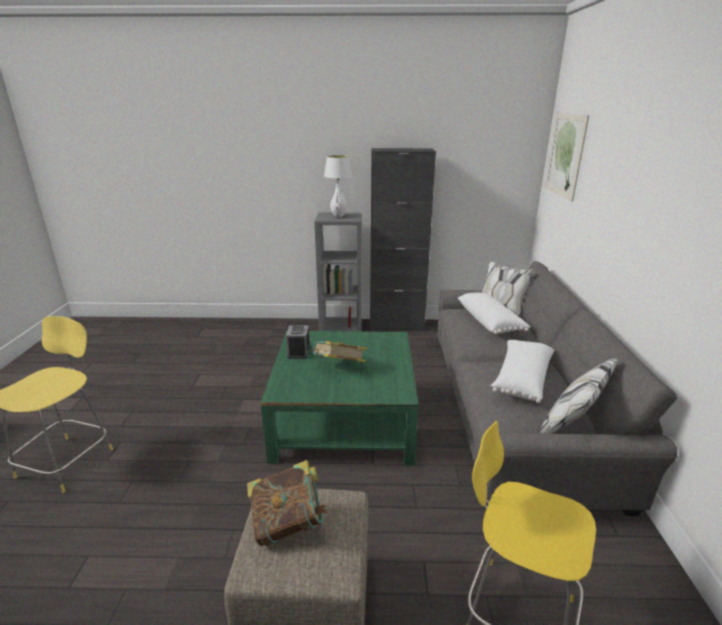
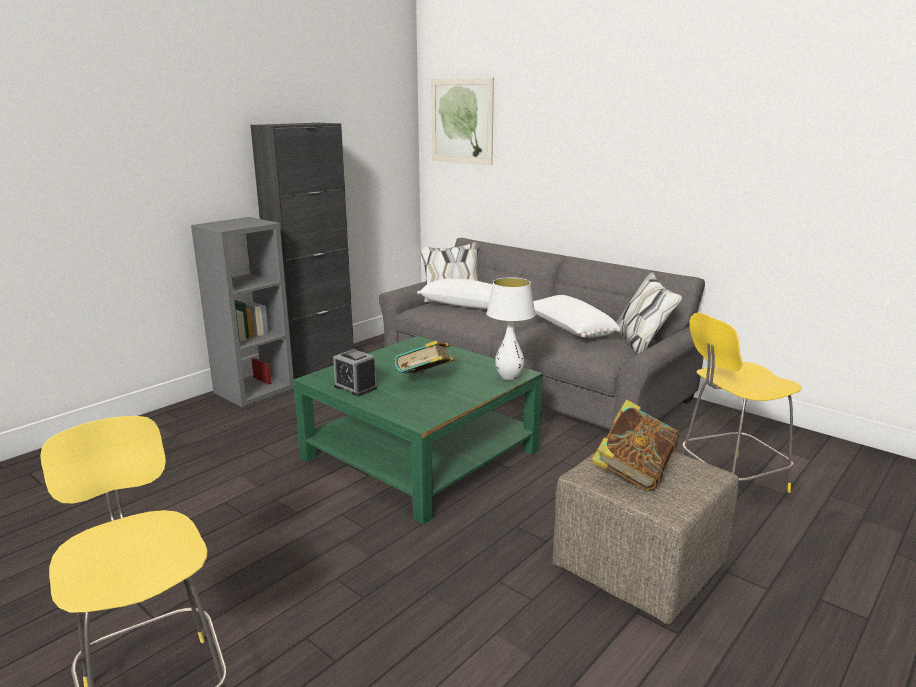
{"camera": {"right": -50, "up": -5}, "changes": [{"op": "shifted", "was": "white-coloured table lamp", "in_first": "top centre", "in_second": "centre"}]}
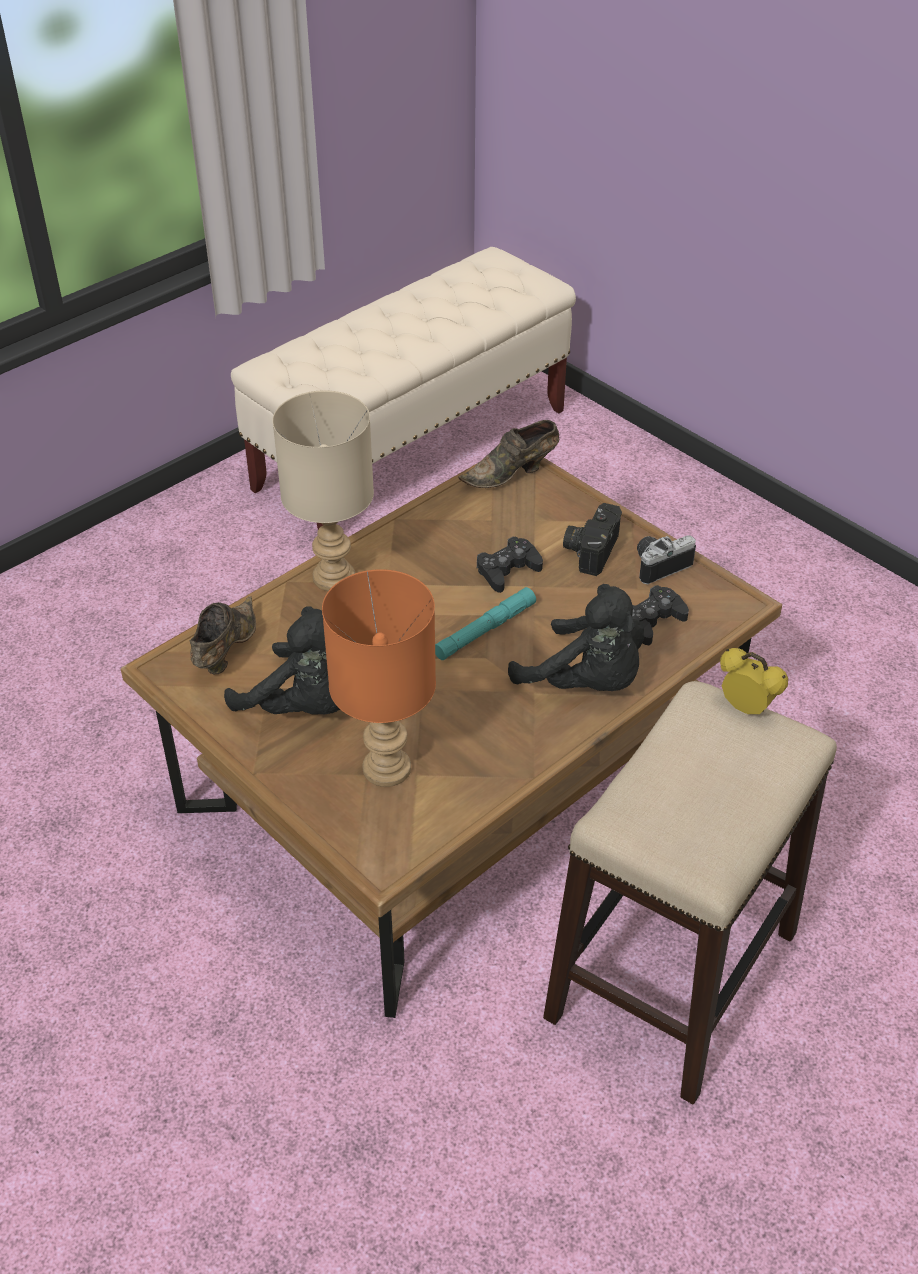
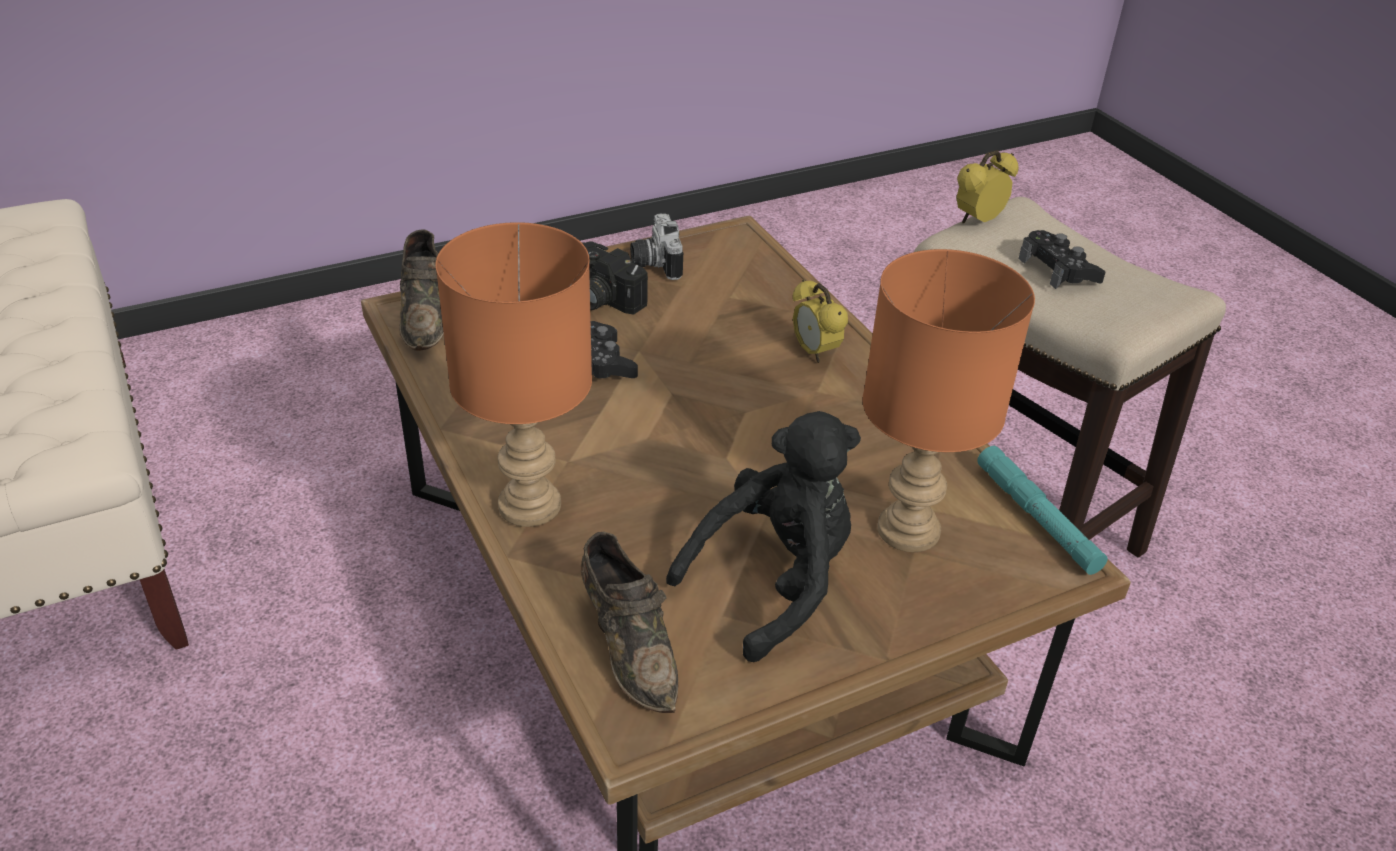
{"camera": {"right": -75, "up": -5}, "changes": [{"op": "rotated", "was": "brown-coloured low shoe (no. 1 from left in the first image)", "in_first": "middle left", "in_second": "bottom centre", "clockwise": -150}, {"op": "repainted", "was": "beige table lamp", "now": "orange-coloured table lamp (no. 1 from left)", "in_first": "centre", "in_second": "centre"}, {"op": "shifted", "was": "turquoise-coloured torch", "in_first": "centre", "in_second": "middle right"}, {"op": "swapped", "was": "black-coloured cuddly toy (no. 2 from left)", "now": "table clock (no. 1 from left)", "in_first": "centre", "in_second": "centre"}, {"op": "shifted", "was": "black-coloured joypad (no. 2 from left)", "in_first": "middle right", "in_second": "top right"}]}
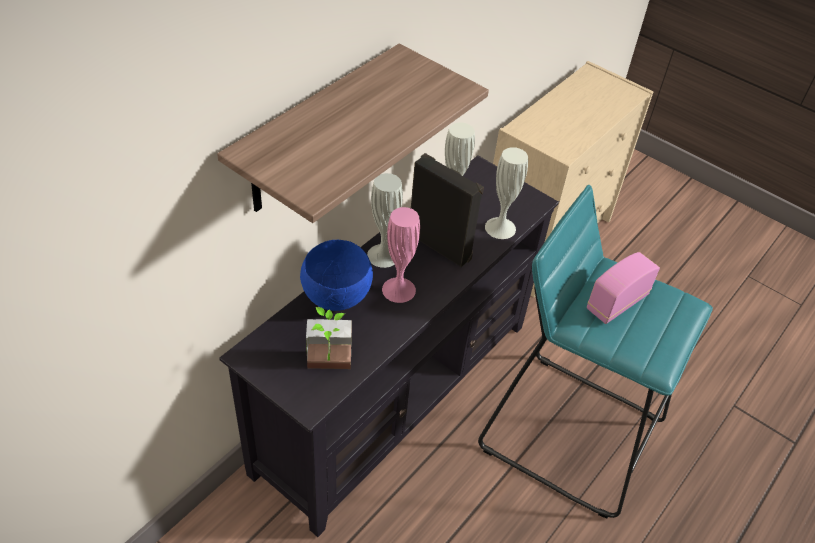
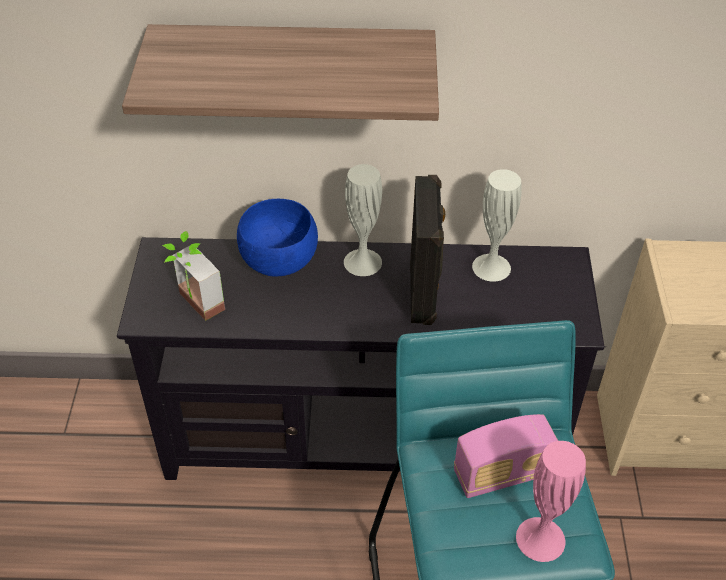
{"camera": {"right": 55, "up": 0}, "changes": [{"op": "shifted", "was": "pinkish vase", "in_first": "centre", "in_second": "bottom right"}, {"op": "gone", "was": "white-coloured vase (no. 3 from left)", "in_first": "centre"}, {"op": "rotated", "was": "radio receiver", "in_first": "middle right", "in_second": "bottom right", "clockwise": 150}]}
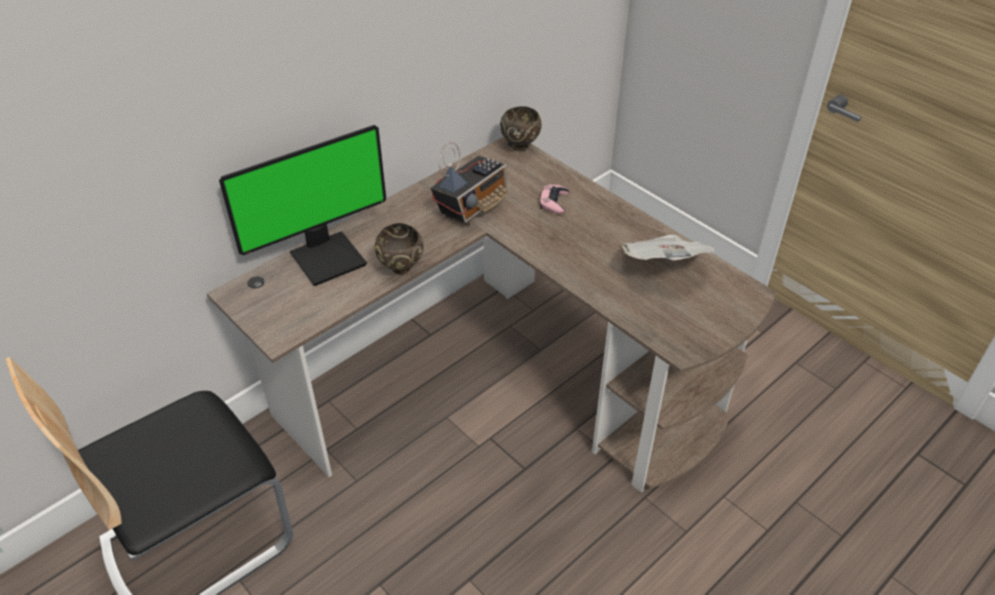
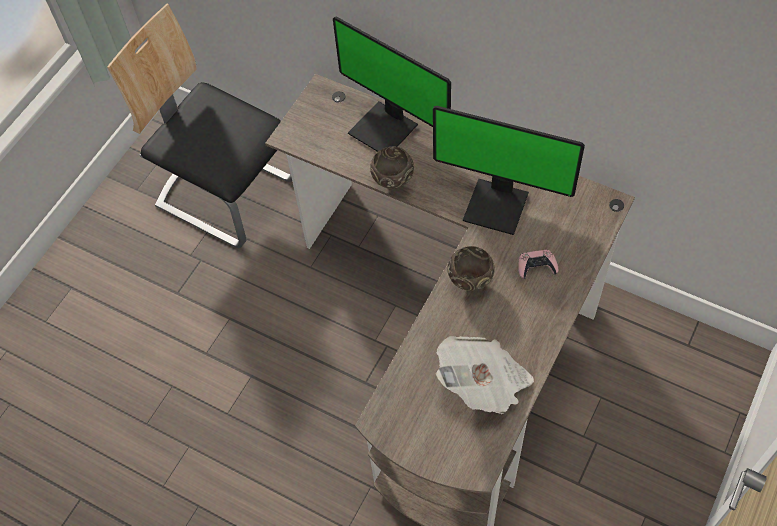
{"camera": {"right": 75, "up": 15}, "changes": [{"op": "swapped", "was": "radio receiver", "now": "monitor (no. 2 from left)", "in_first": "top centre", "in_second": "top centre"}, {"op": "shifted", "was": "brown-coloured deep dish (no. 2 from left)", "in_first": "top centre", "in_second": "centre"}]}
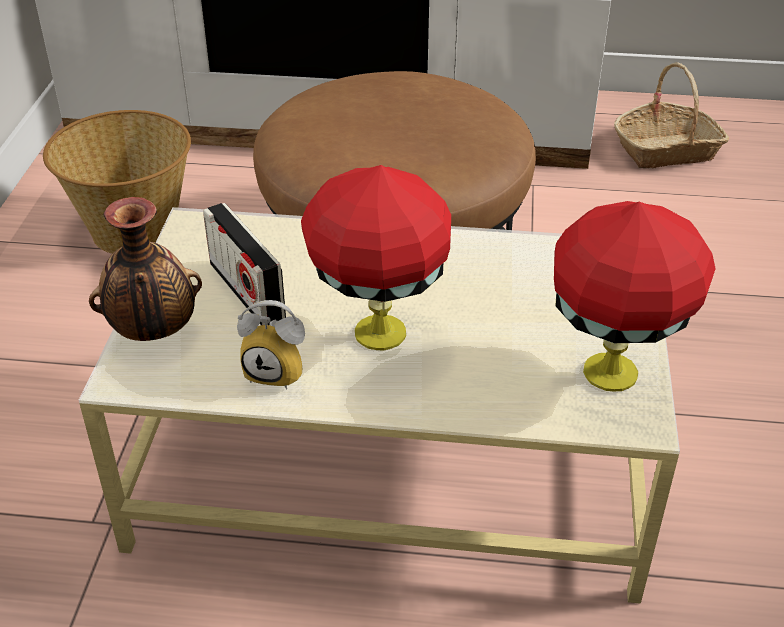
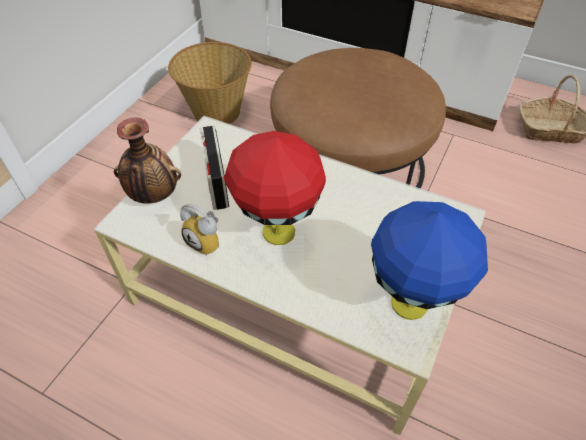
{"camera": {"right": 20, "up": 10}, "changes": [{"op": "repainted", "was": "red-coloured table lamp (no. 2 from left)", "now": "blue table lamp", "in_first": "middle right", "in_second": "middle right"}]}
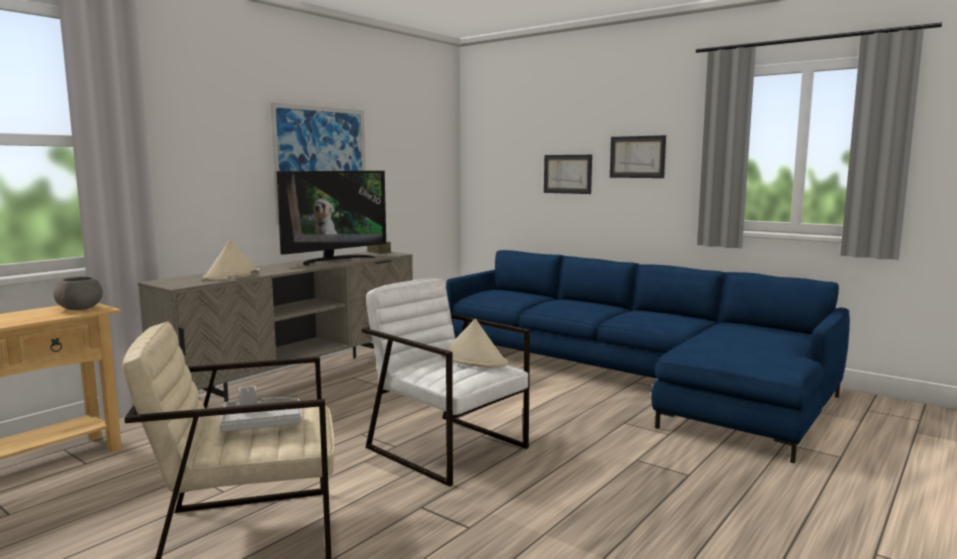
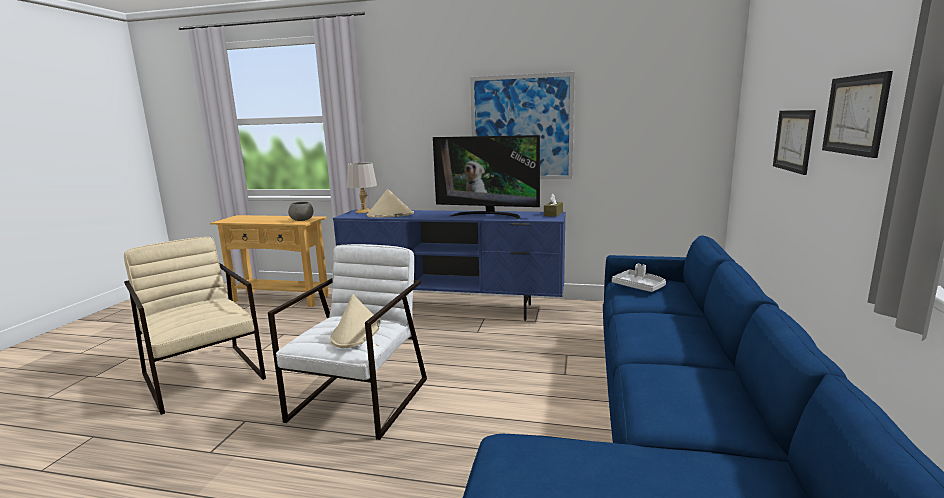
{"camera": {"right": 65, "up": 5}, "changes": [{"op": "repainted", "was": "beige tv unit", "now": "blue tv unit", "in_first": "middle left", "in_second": "centre"}, {"op": "shifted", "was": "gray carrying tray", "in_first": "bottom left", "in_second": "middle right"}, {"op": "new", "now": "gray table lamp", "in_second": "centre"}]}
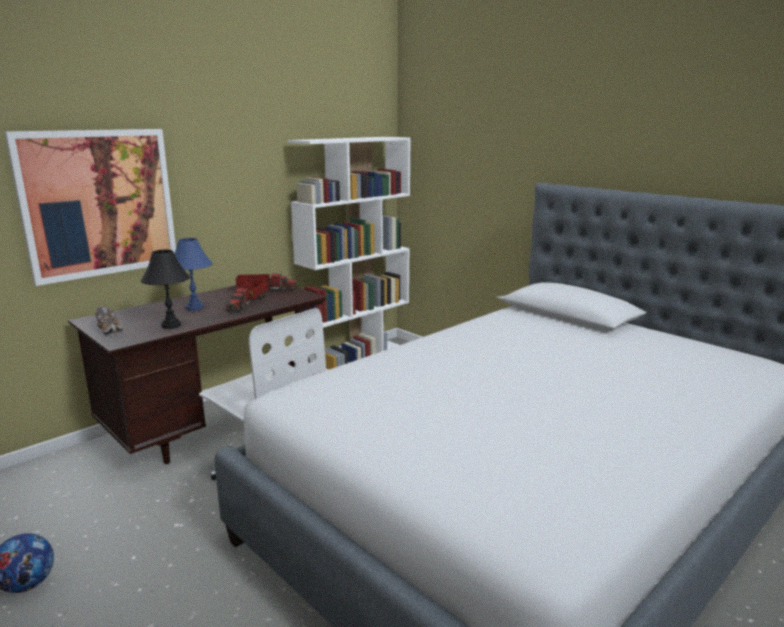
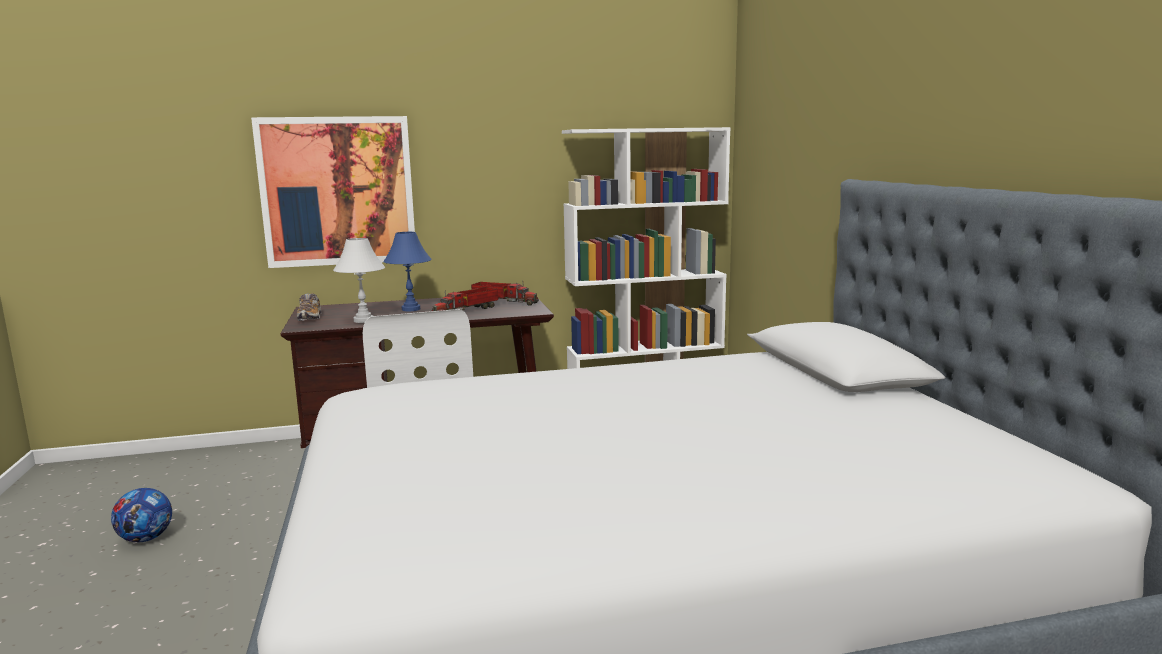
{"camera": {"right": 30, "up": -5}, "changes": [{"op": "repainted", "was": "black-coloured table lamp", "now": "white-coloured table lamp", "in_first": "middle left", "in_second": "middle left"}]}
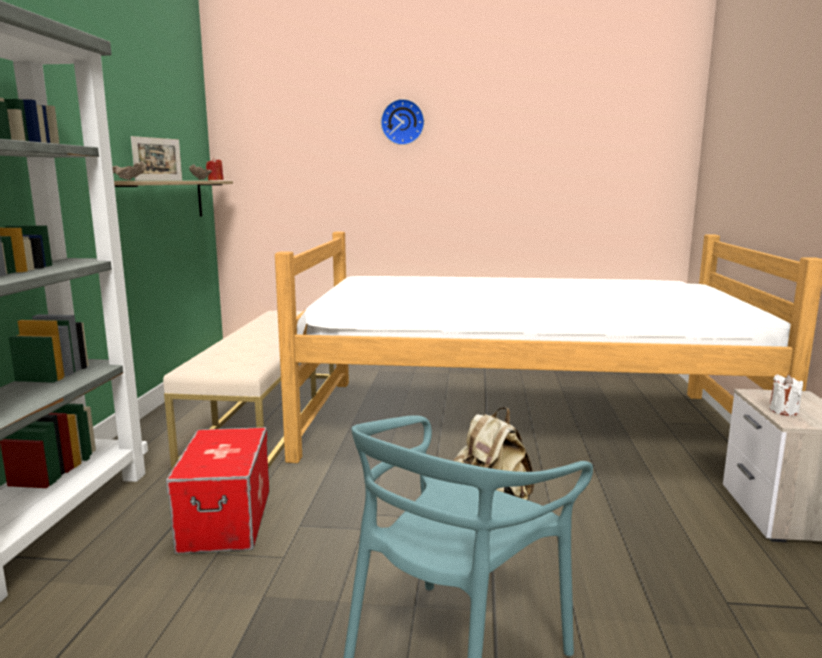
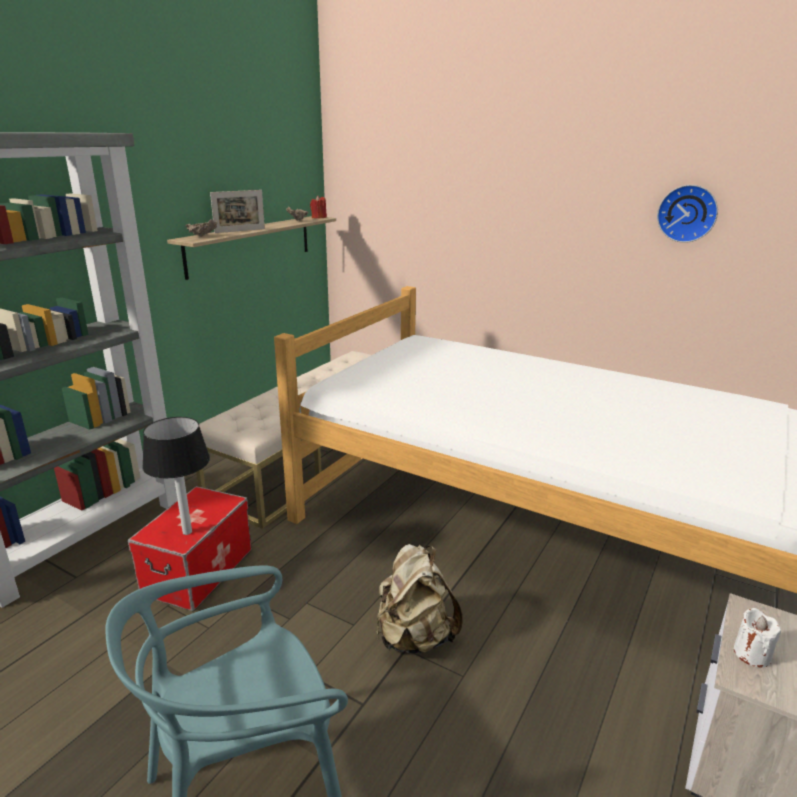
{"camera": {"right": 25, "up": 10}, "changes": [{"op": "shifted", "was": "hanging clock", "in_first": "top centre", "in_second": "top right"}, {"op": "new", "now": "table lamp", "in_second": "middle left"}]}
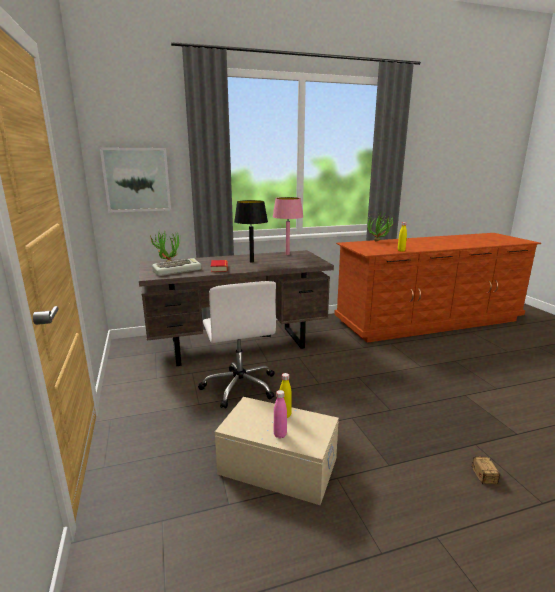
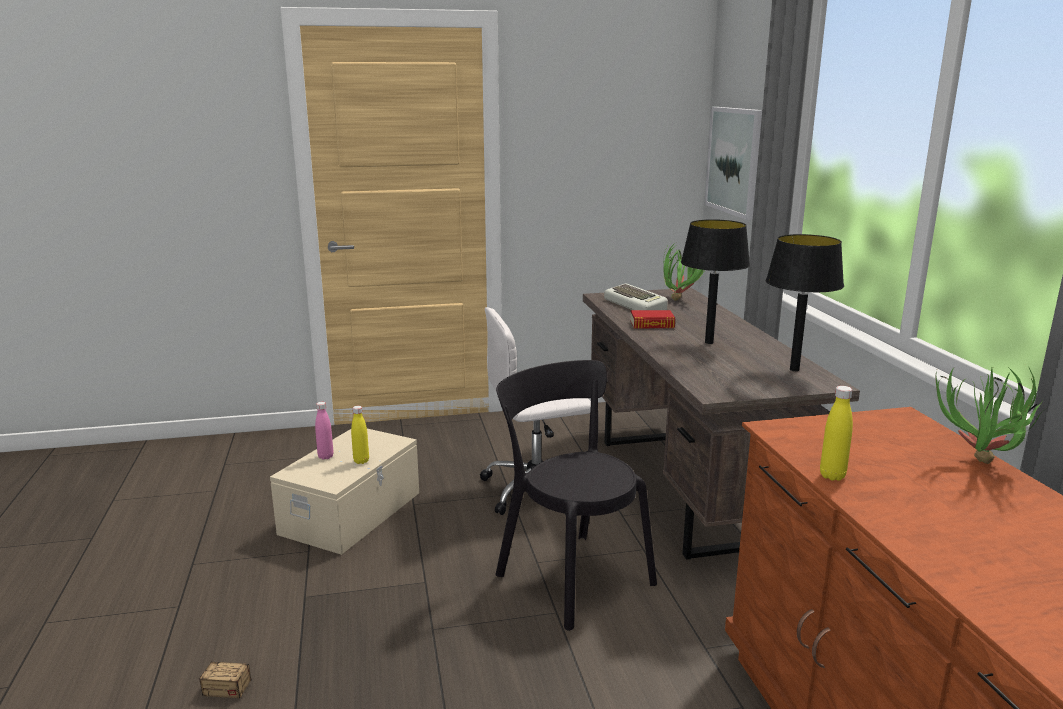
{"camera": {"right": 95, "up": 0}, "changes": [{"op": "repainted", "was": "pinkish table lamp", "now": "black-coloured table lamp (no. 2 from left)", "in_first": "centre", "in_second": "middle right"}, {"op": "new", "now": "black-coloured chair", "in_second": "bottom centre"}]}
